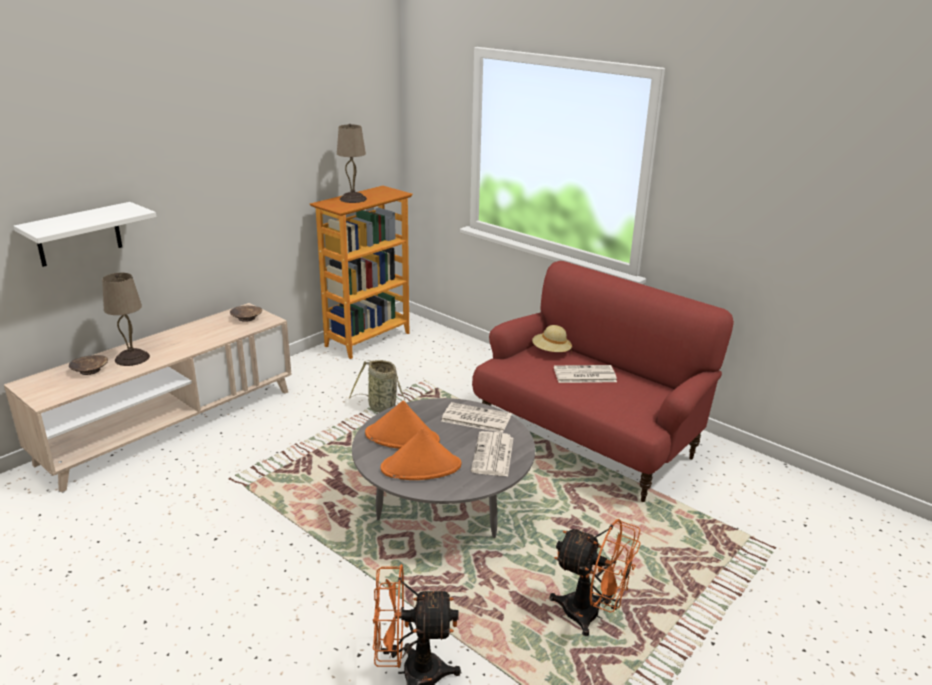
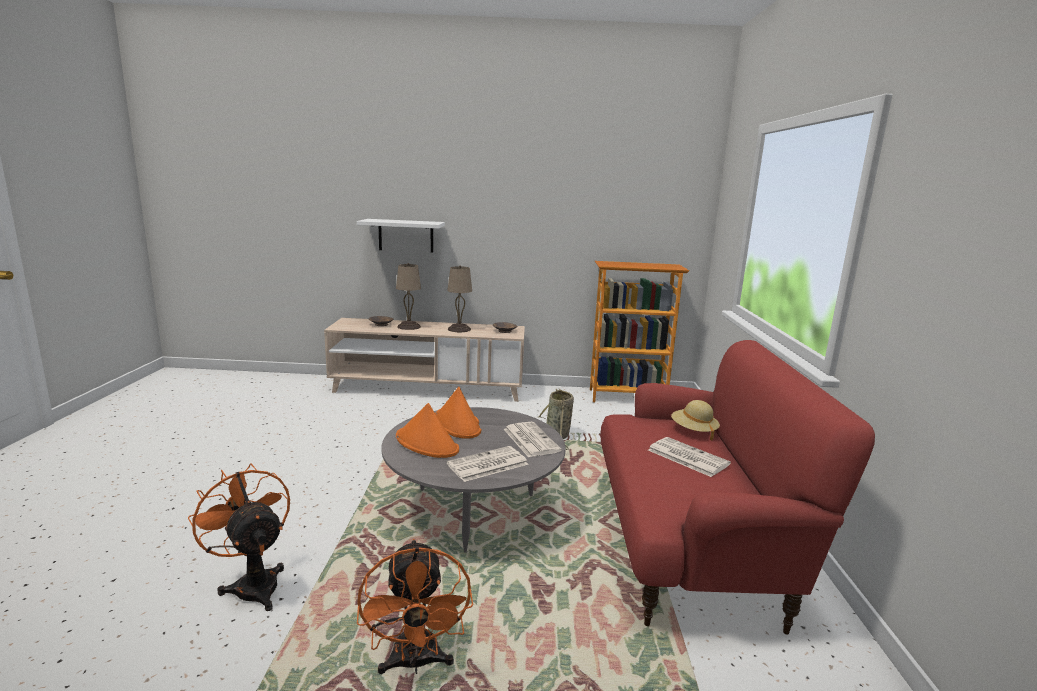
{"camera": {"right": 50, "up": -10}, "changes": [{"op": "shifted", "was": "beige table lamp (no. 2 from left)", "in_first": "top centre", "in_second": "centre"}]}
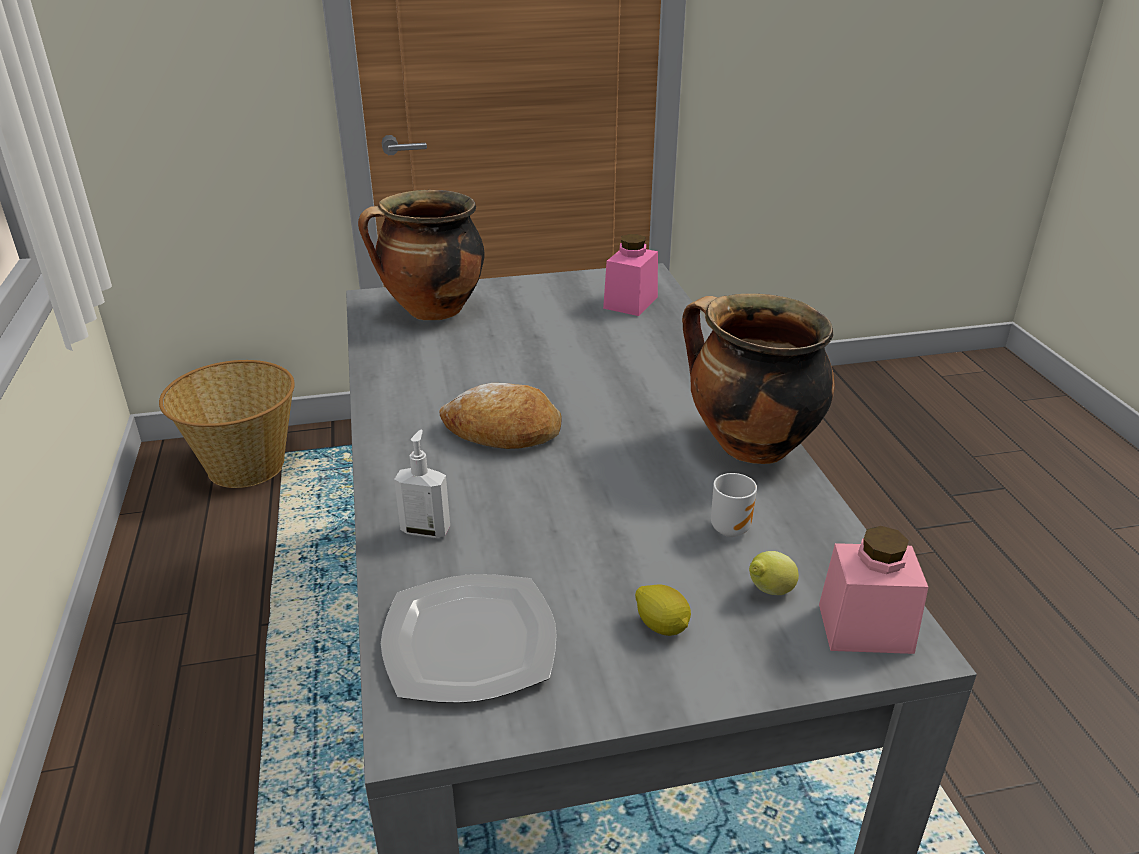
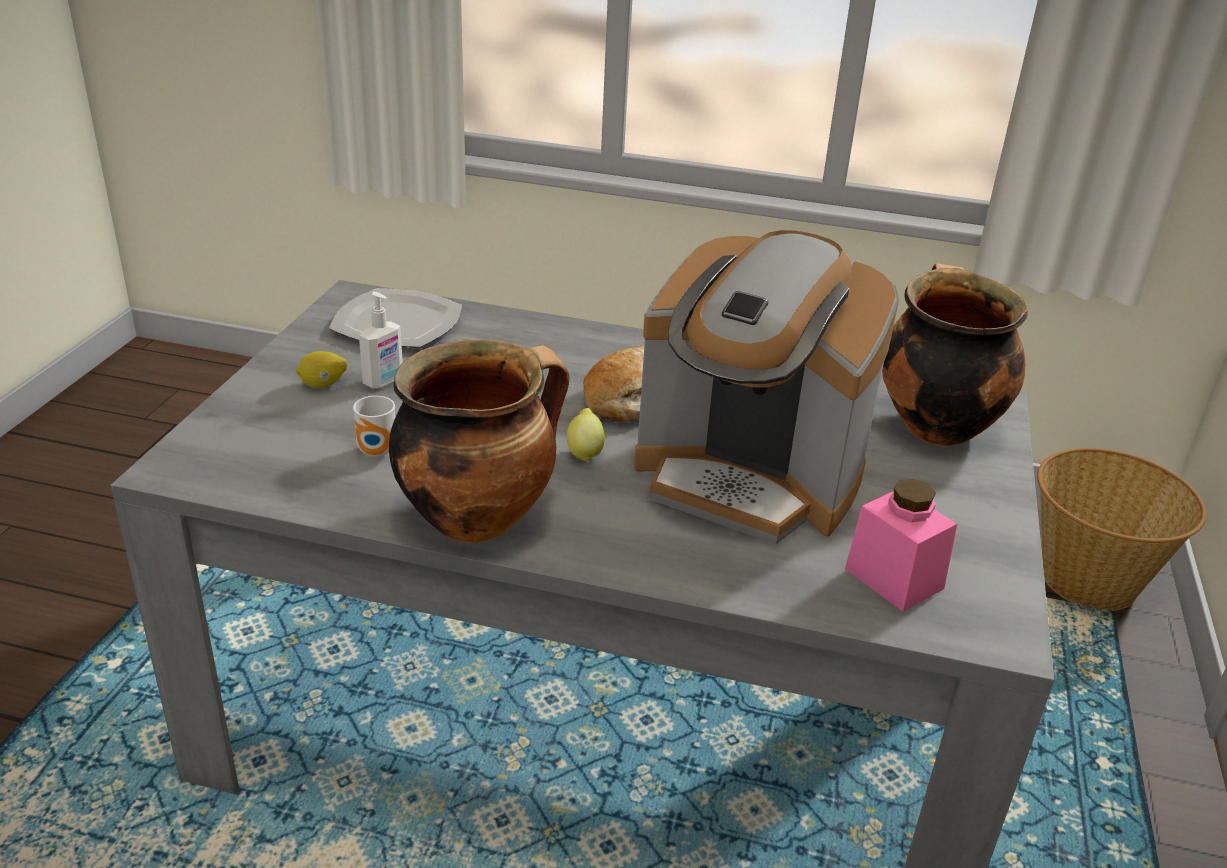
{"camera": {"right": 115, "up": 0}, "changes": [{"op": "shifted", "was": "soap bottle", "in_first": "centre", "in_second": "middle left"}, {"op": "shifted", "was": "lemon (no. 2 from left)", "in_first": "bottom right", "in_second": "centre"}, {"op": "gone", "was": "pinkish jar (no. 2 from left)", "in_first": "bottom right"}, {"op": "new", "now": "coffee maker", "in_second": "centre"}]}
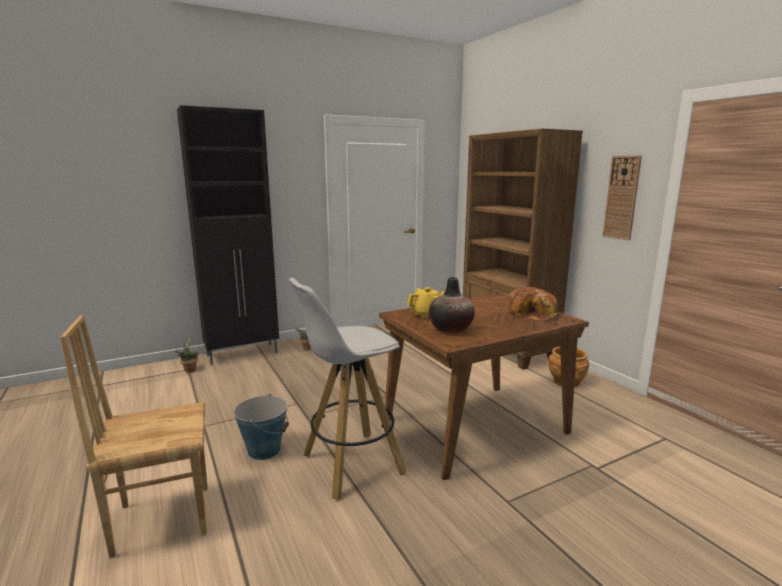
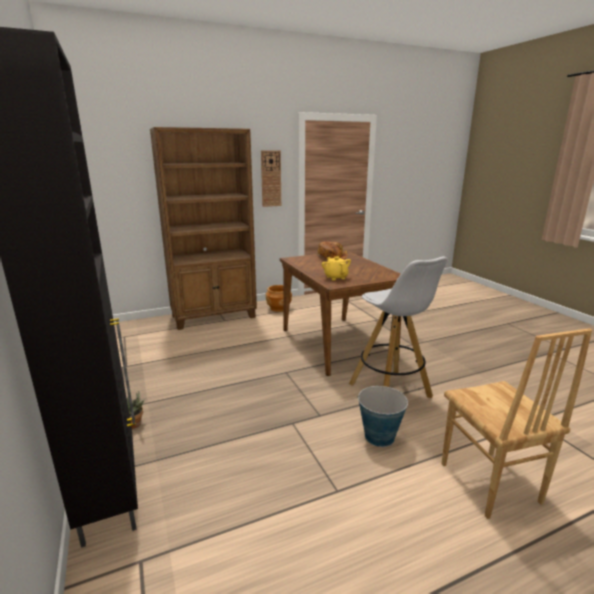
{"camera": {"right": -85, "up": 5}, "changes": [{"op": "gone", "was": "houseplant (no. 1 from left)", "in_first": "middle left"}, {"op": "gone", "was": "vase", "in_first": "centre"}]}
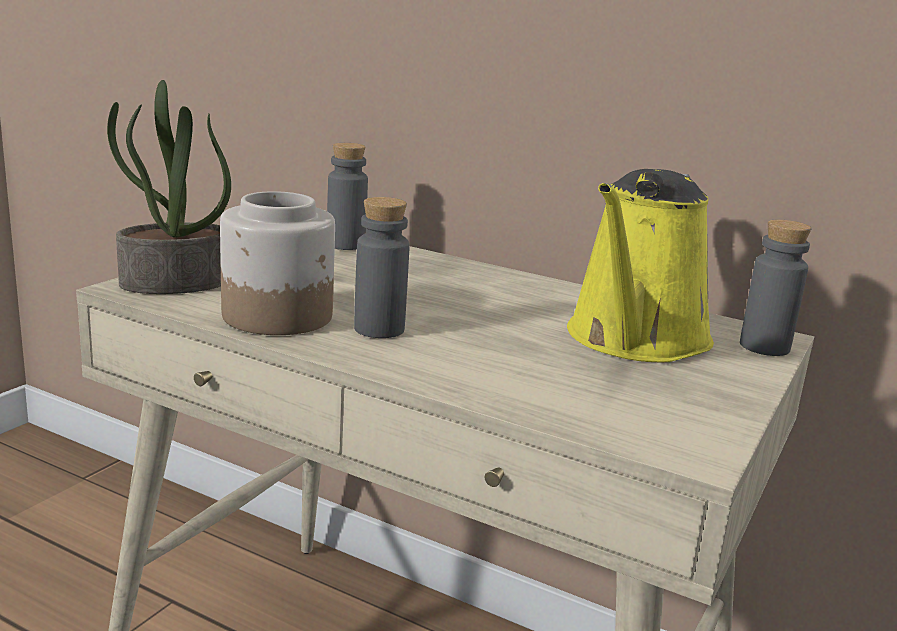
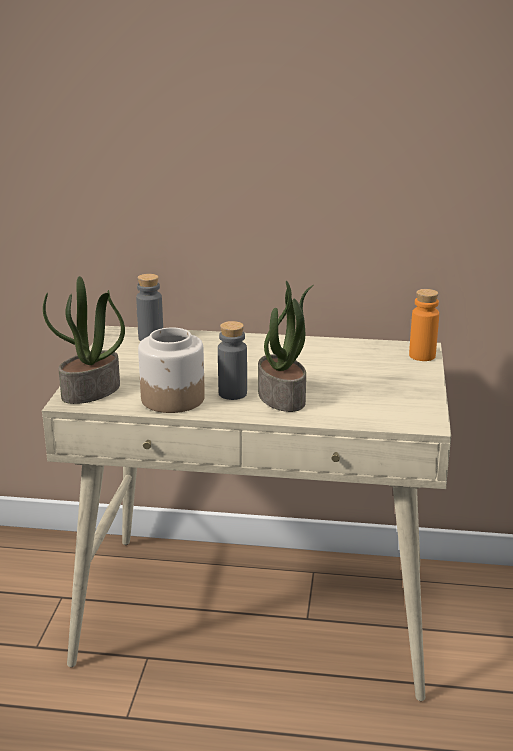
{"camera": {"right": -20, "up": 5}, "changes": [{"op": "gone", "was": "yellowish watering can", "in_first": "middle right"}, {"op": "repainted", "was": "gray bottle (no. 3 from left)", "now": "orange-coloured bottle", "in_first": "middle right", "in_second": "middle right"}, {"op": "new", "now": "houseplant (no. 2 from left)", "in_second": "centre"}]}
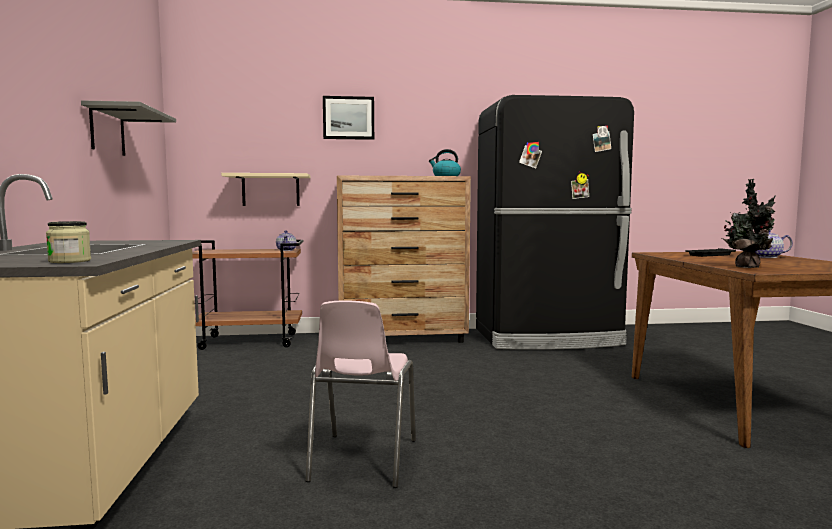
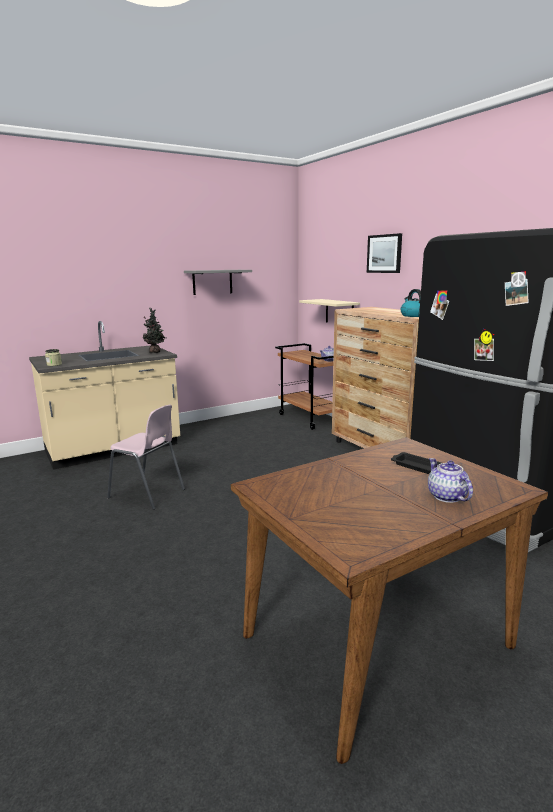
{"camera": {"right": 65, "up": 10}, "changes": [{"op": "rotated", "was": "pinkish chair", "in_first": "bottom centre", "in_second": "middle left", "clockwise": -135}, {"op": "shifted", "was": "houseplant", "in_first": "middle right", "in_second": "middle left"}]}
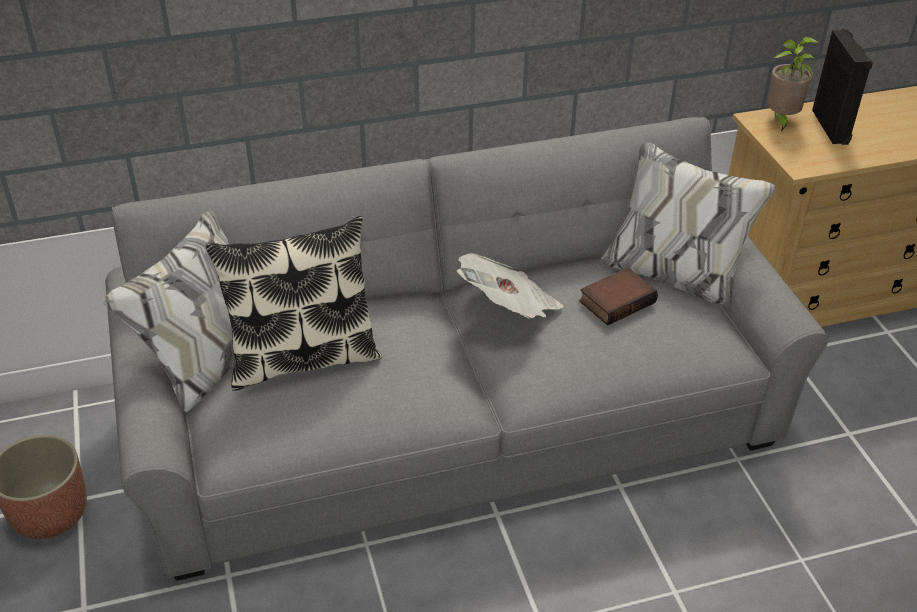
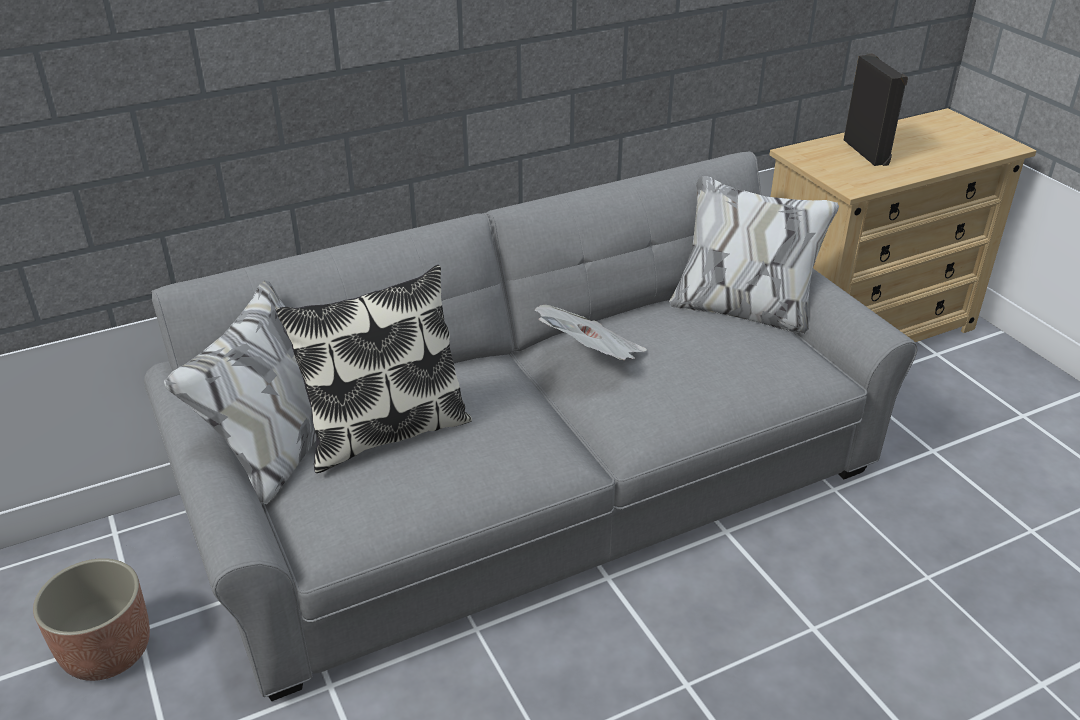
{"camera": {"right": -10, "up": -5}, "changes": [{"op": "gone", "was": "book", "in_first": "middle right"}, {"op": "gone", "was": "houseplant", "in_first": "top right"}]}
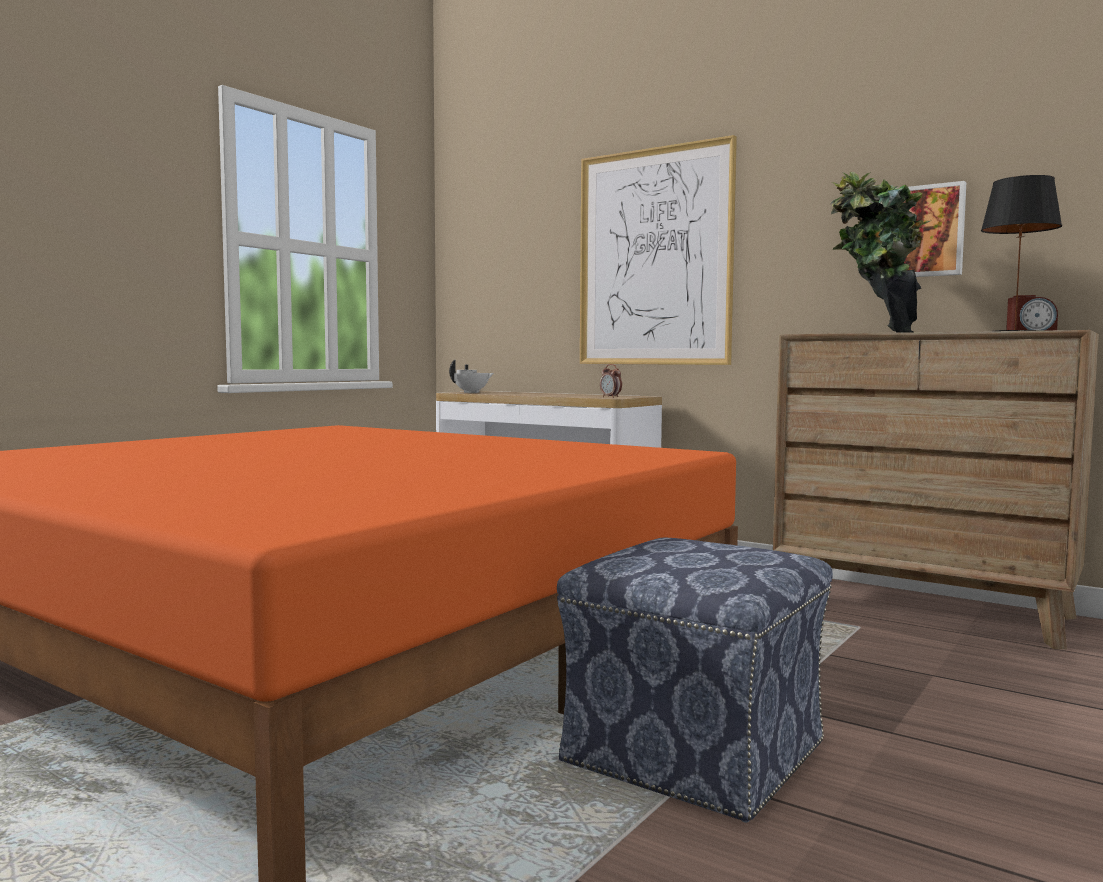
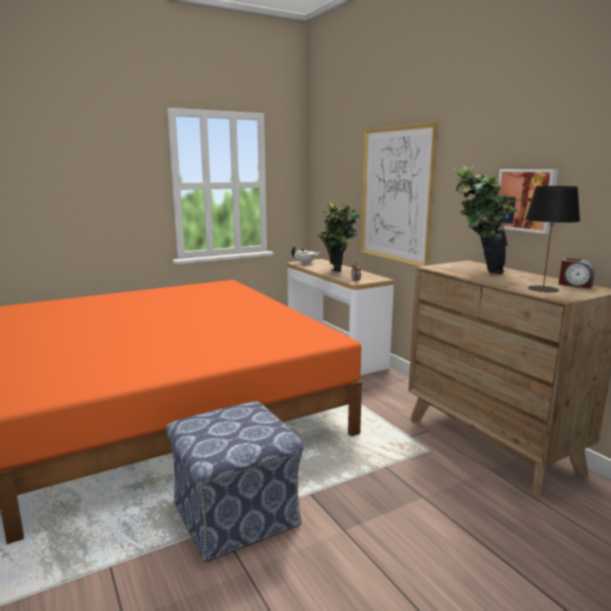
{"camera": {"right": 25, "up": 10}, "changes": [{"op": "new", "now": "houseplant (no. 1 from left)", "in_second": "centre"}]}
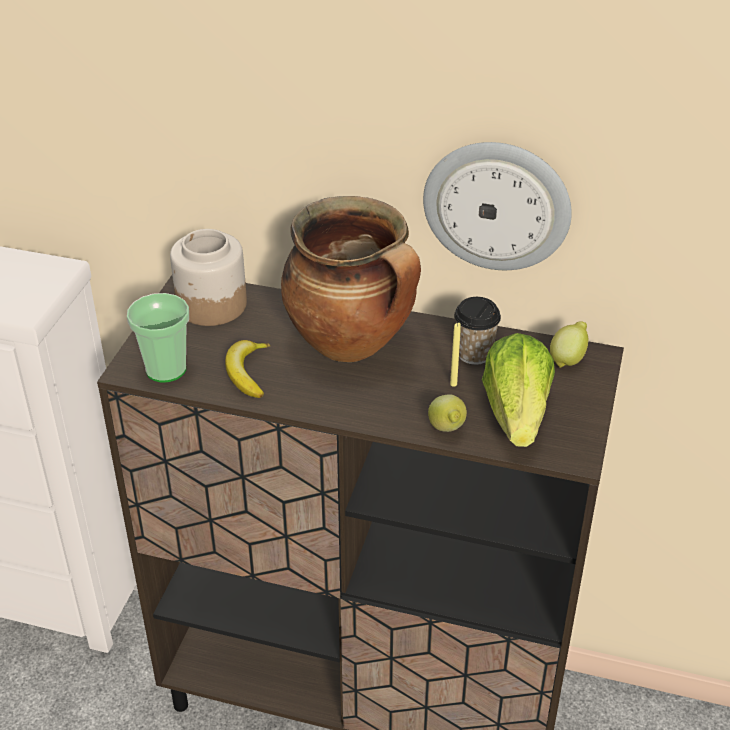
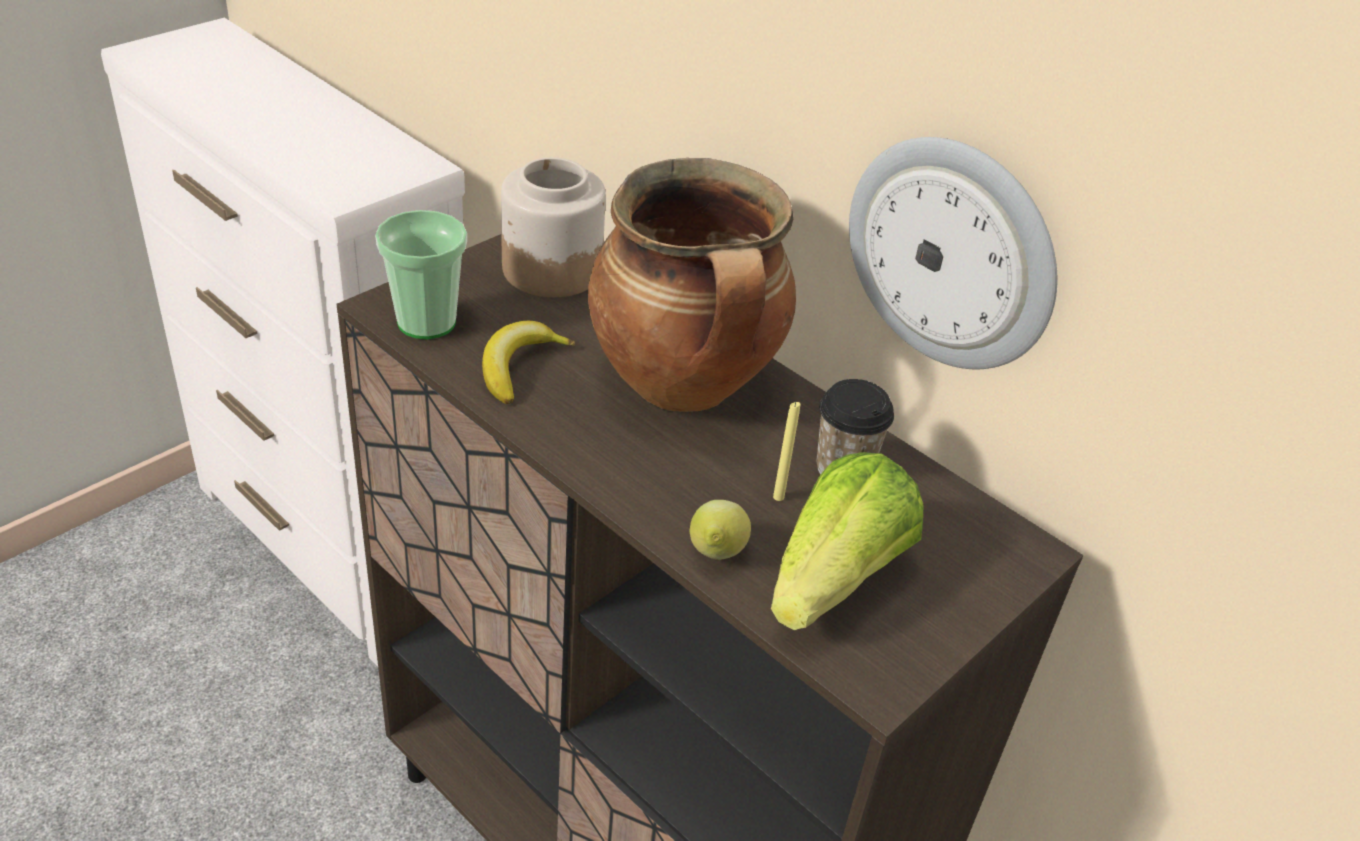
{"camera": {"right": 25, "up": 0}, "changes": [{"op": "gone", "was": "lemon (no. 2 from left)", "in_first": "middle right"}]}
